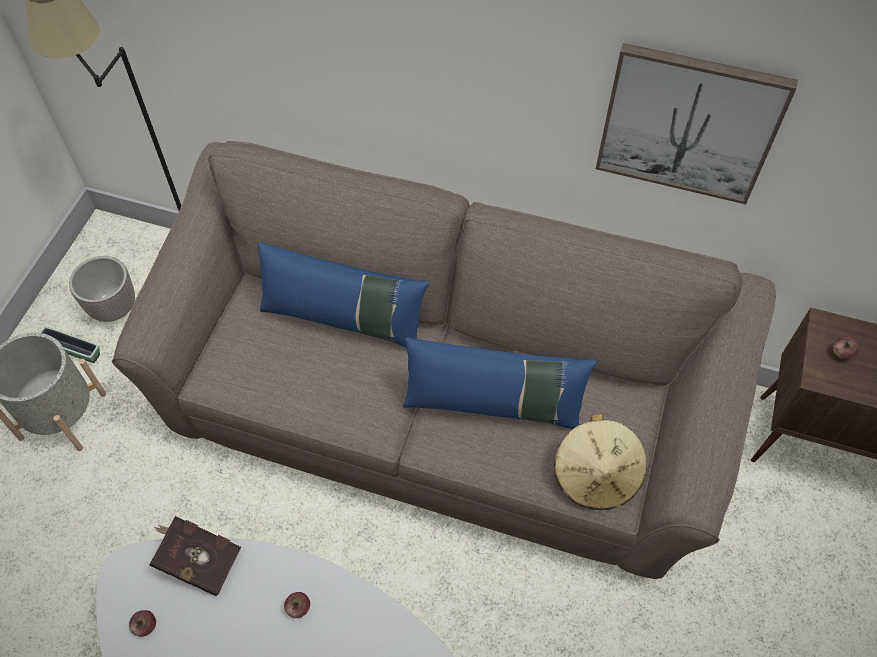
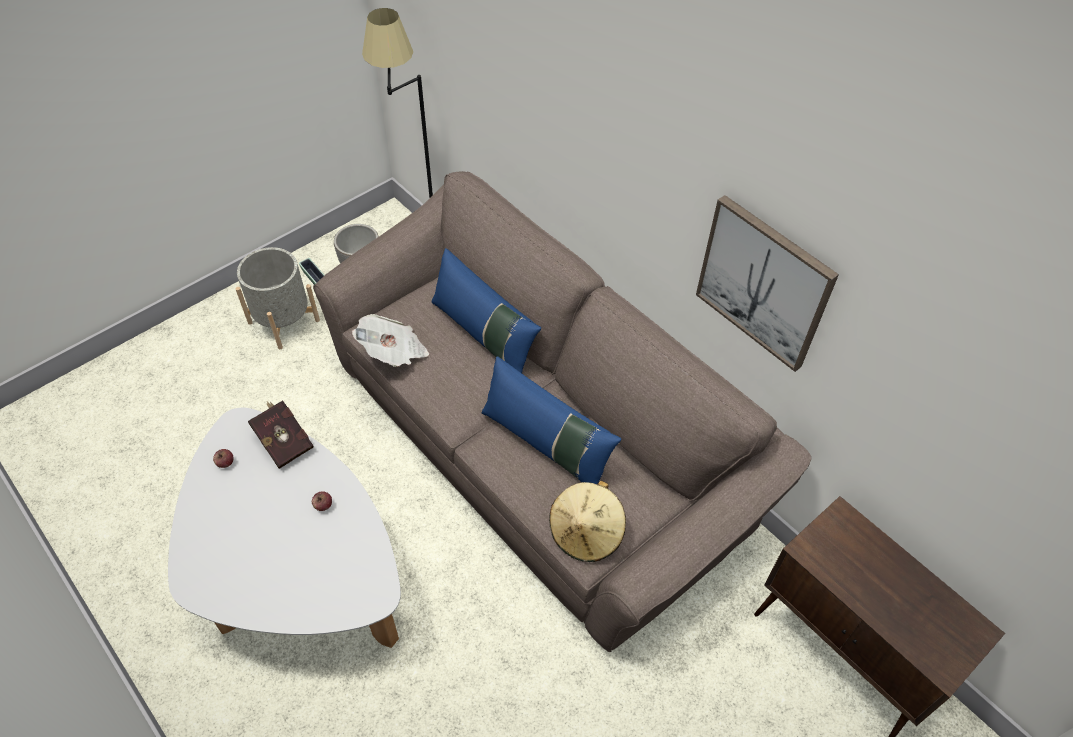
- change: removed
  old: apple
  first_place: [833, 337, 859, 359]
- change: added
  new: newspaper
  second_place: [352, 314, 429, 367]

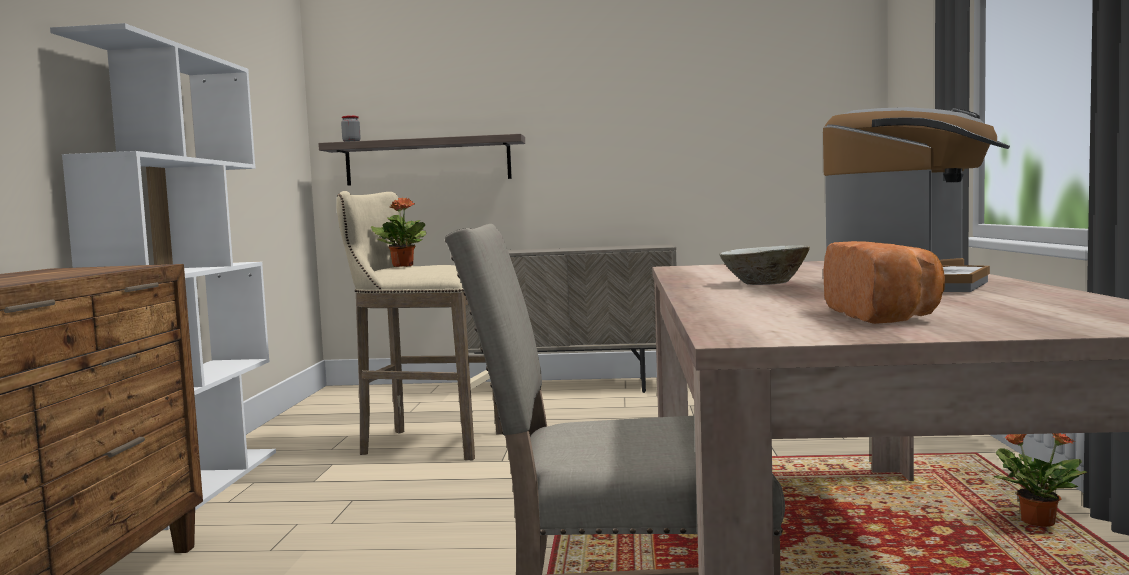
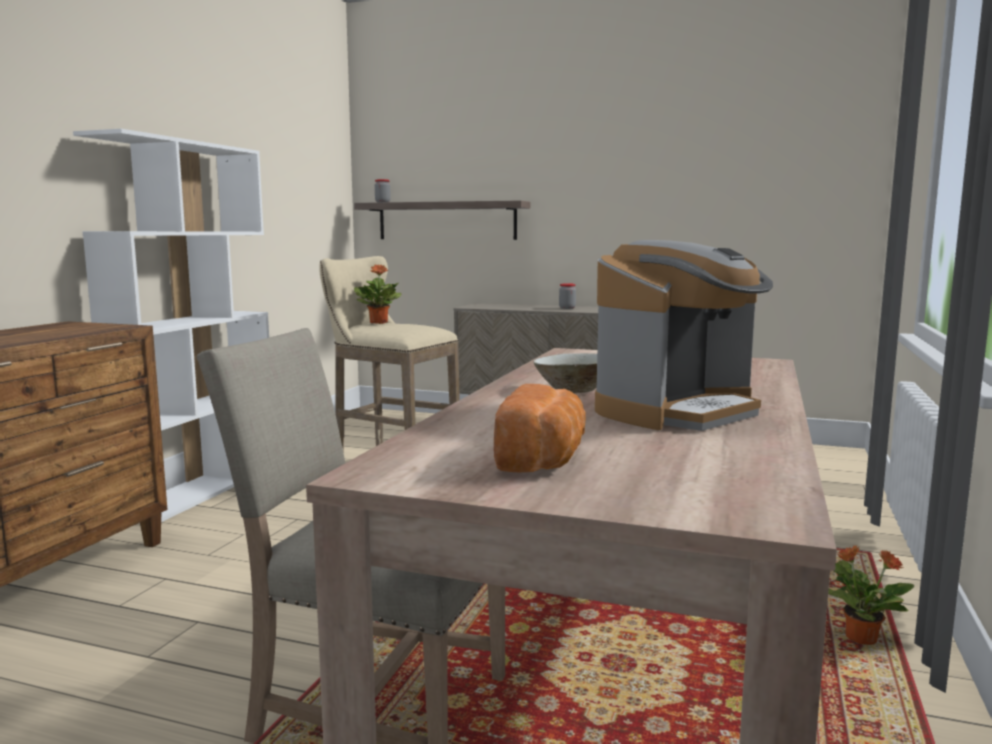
- change: added
  new: jar
  second_place: [559, 283, 576, 309]

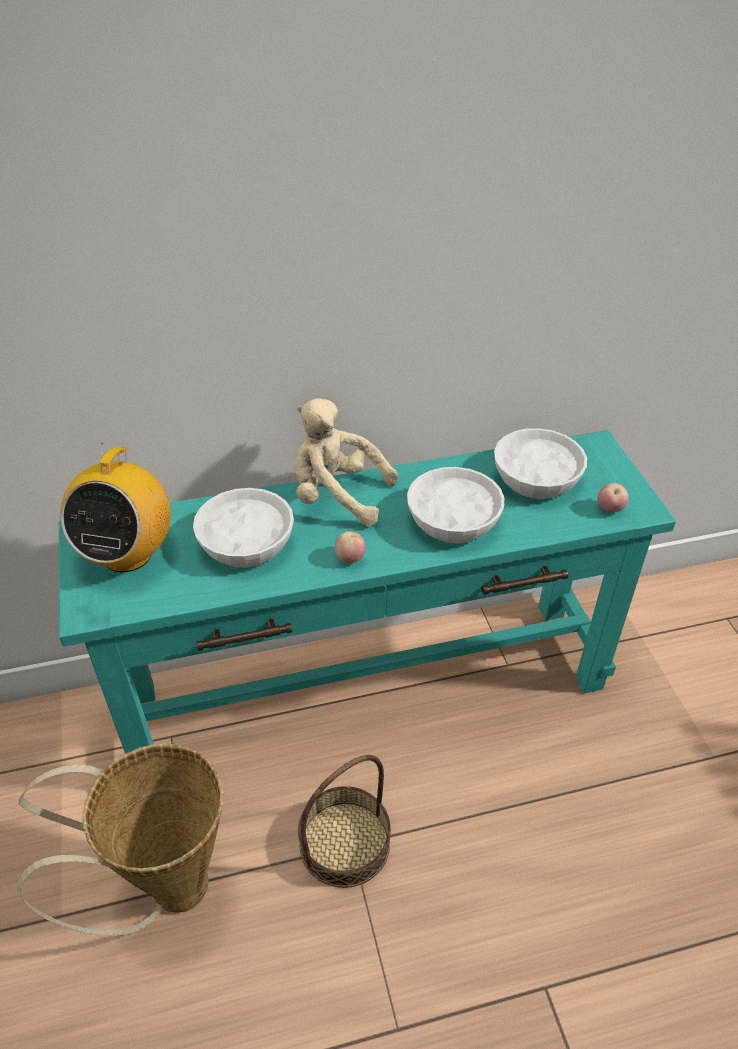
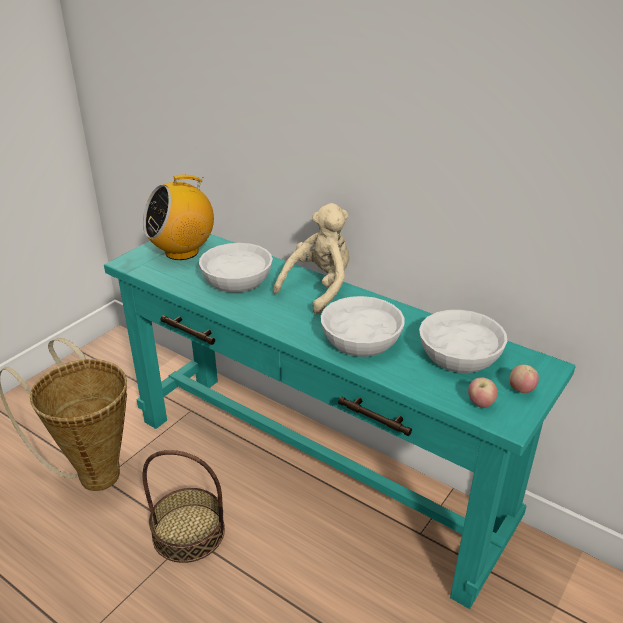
- change: turned
  old: plush toy (beige)
  first_place: [295, 398, 398, 526]
  second_place: [273, 203, 349, 314]
  degrees: 60
- change: moved
  old: apple
  first_place: [335, 531, 366, 563]
  second_place: [509, 365, 539, 393]

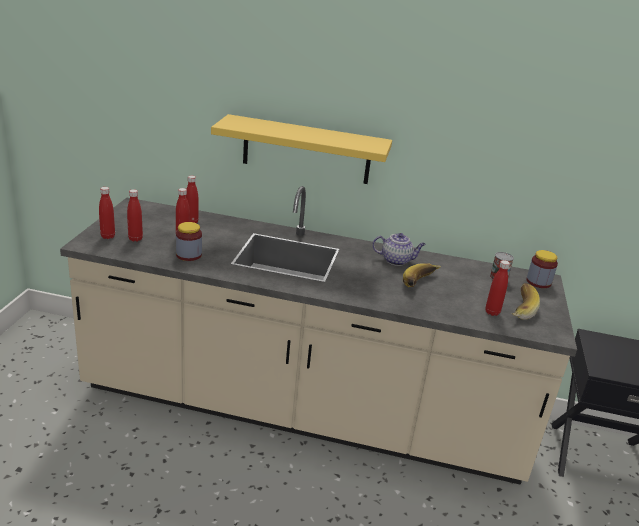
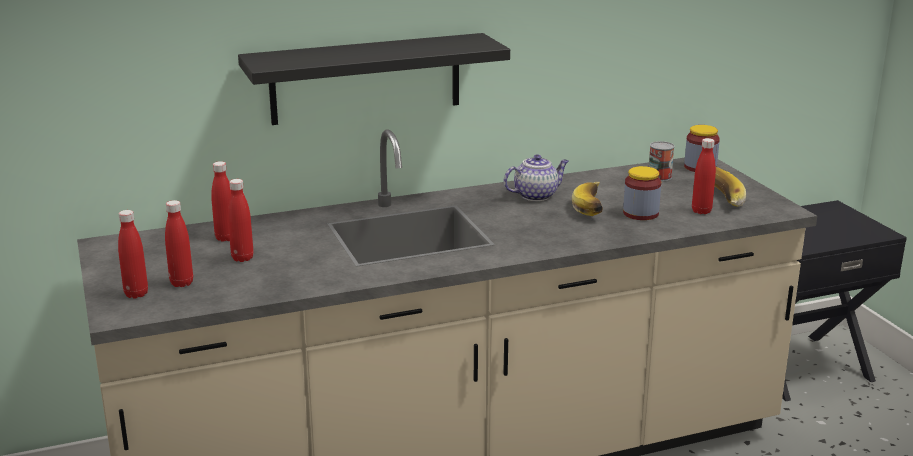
- change: recoloured
  old: shelf (yellow)
  new: shelf (black)
  first_place: [211, 114, 392, 184]
  second_place: [238, 33, 510, 125]
- change: moved
  old: jar
  first_place: [176, 222, 202, 261]
  second_place: [623, 166, 661, 220]

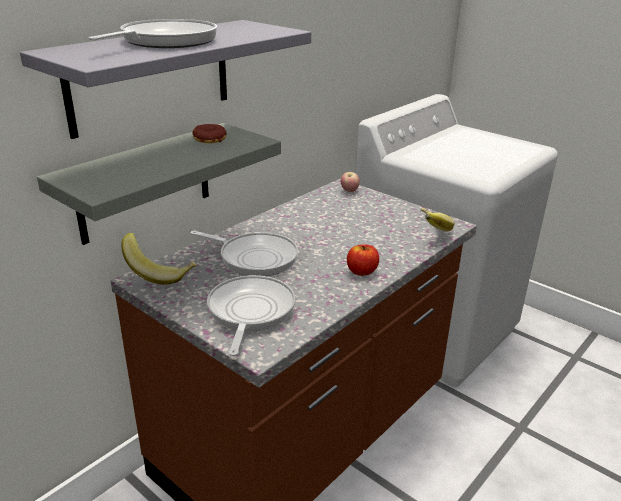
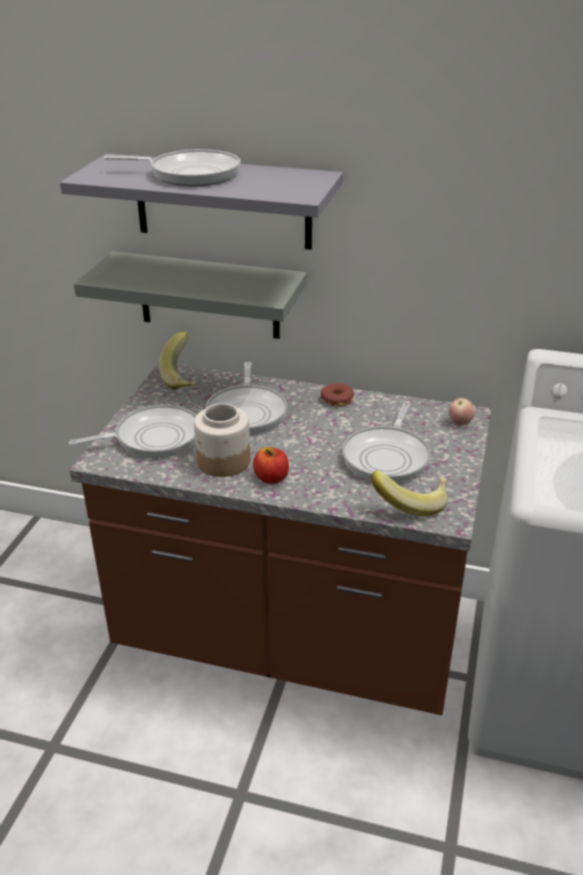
- change: moved
  old: donut
  first_place: [193, 124, 227, 143]
  second_place: [321, 383, 354, 407]
- change: added
  new: frying pan
  second_place: [342, 402, 431, 483]
- change: added
  new: jar
  second_place: [194, 403, 250, 477]

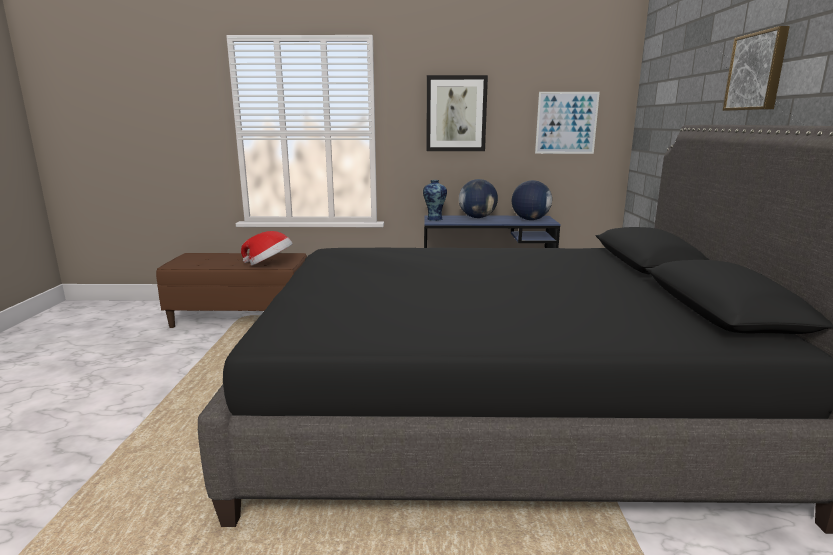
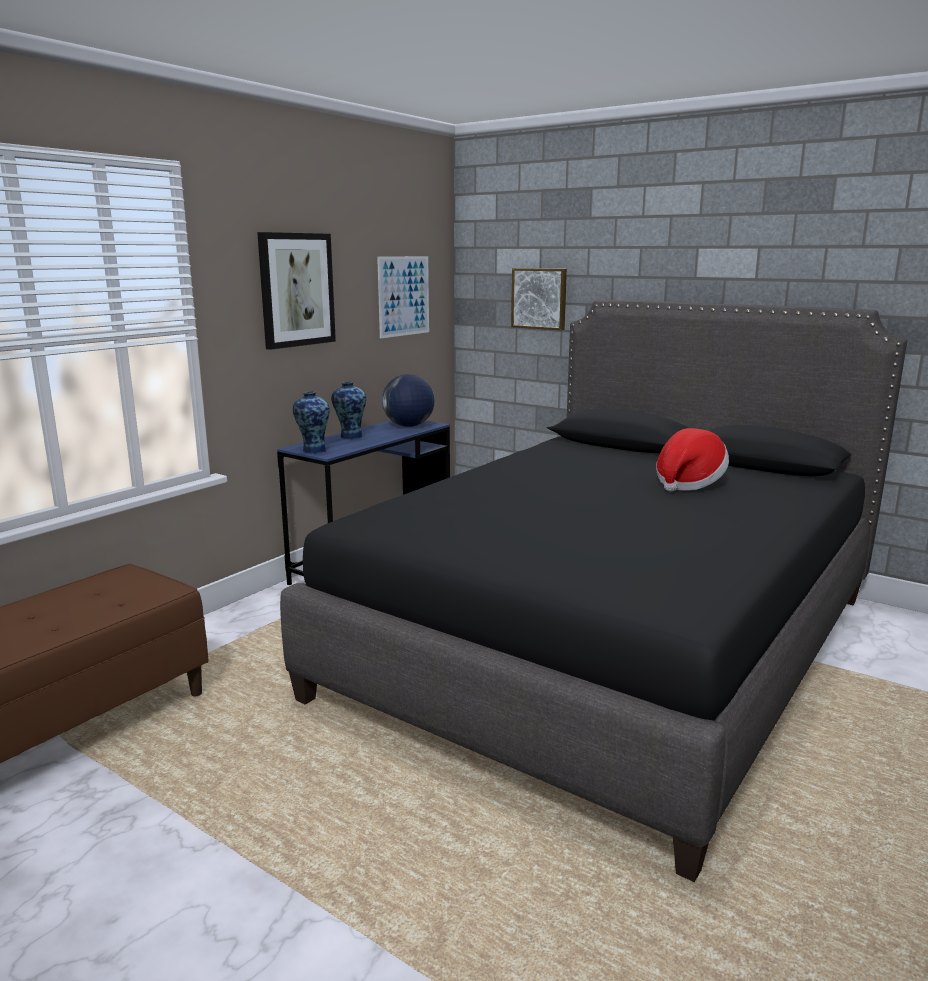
- change: moved
  old: picture
  first_place: [723, 26, 790, 111]
  second_place: [511, 268, 567, 330]
- change: replaced
  old: globe
  new: vase
  first_place: [459, 179, 498, 218]
  second_place: [331, 381, 366, 439]
- change: moved
  old: hat
  first_place: [241, 231, 293, 265]
  second_place: [656, 428, 729, 492]

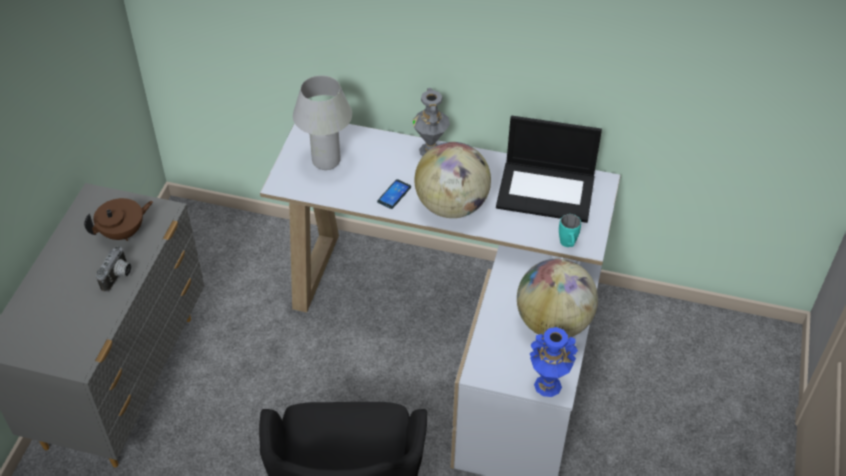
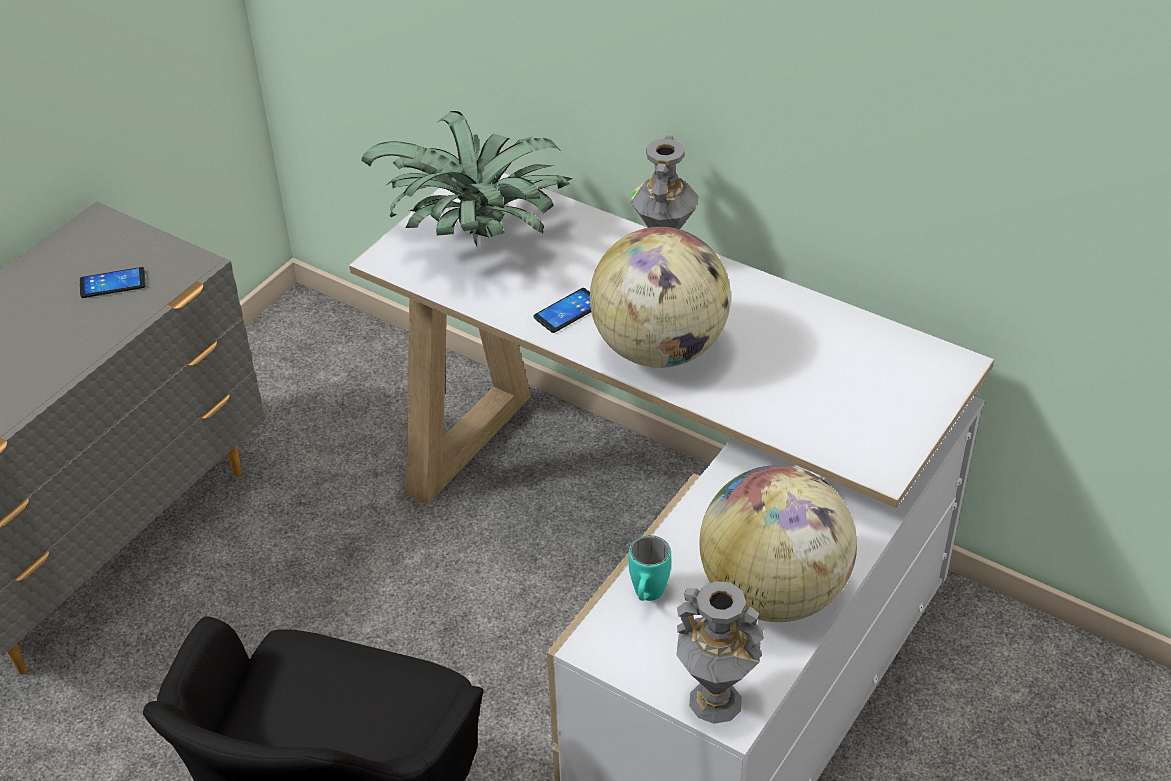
- change: replaced
  old: table lamp (white)
  new: potted plant
  first_place: [293, 75, 352, 170]
  second_place: [361, 111, 572, 246]
- change: removed
  old: laptop
  first_place: [496, 116, 602, 223]
- change: replaced
  old: teapot (brown)
  new: phone
  first_place: [84, 198, 153, 241]
  second_place: [80, 267, 146, 298]
- change: moved
  old: mug (turquoise)
  first_place: [559, 214, 581, 247]
  second_place: [629, 535, 671, 601]
- change: removed
  old: photo camera
  first_place: [96, 246, 132, 292]
- change: recoloured
  old: vase (blue)
  new: vase (grey)
  first_place: [530, 327, 578, 397]
  second_place: [676, 581, 764, 724]

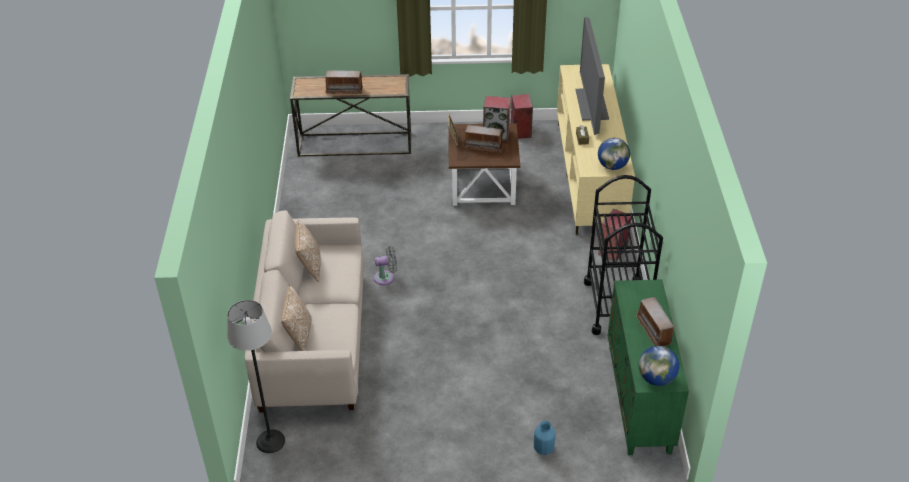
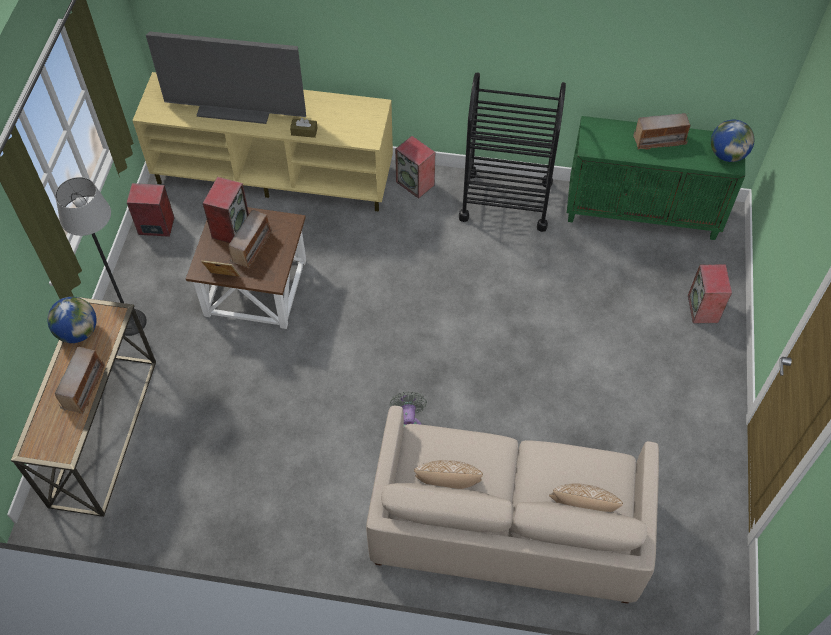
- change: moved
  old: globe
  first_place: [598, 138, 630, 170]
  second_place: [47, 297, 97, 343]
- change: moved
  old: floor lamp
  first_place: [227, 300, 285, 453]
  second_place: [55, 177, 147, 336]
- change: replaced
  old: vase (blue)
  new: speaker
  first_place: [534, 421, 555, 455]
  second_place: [688, 264, 732, 323]

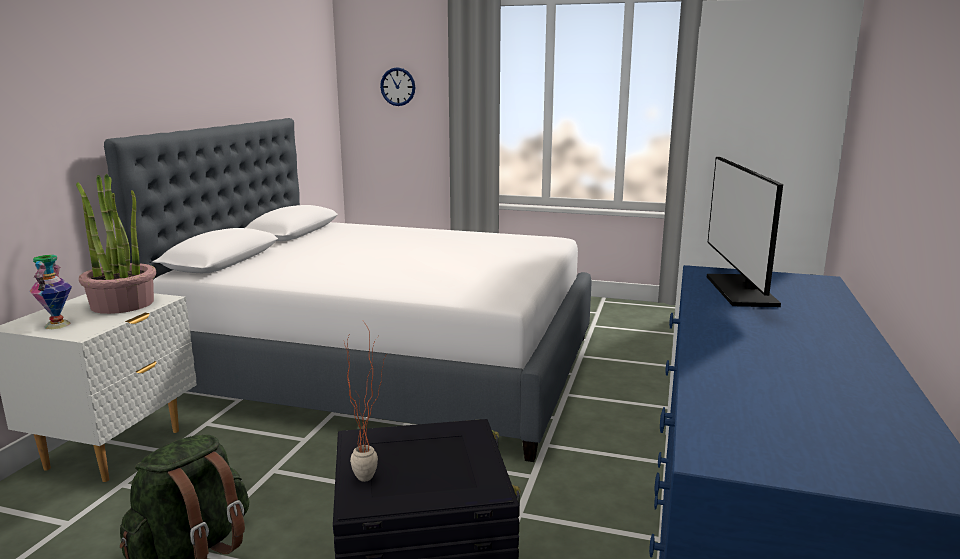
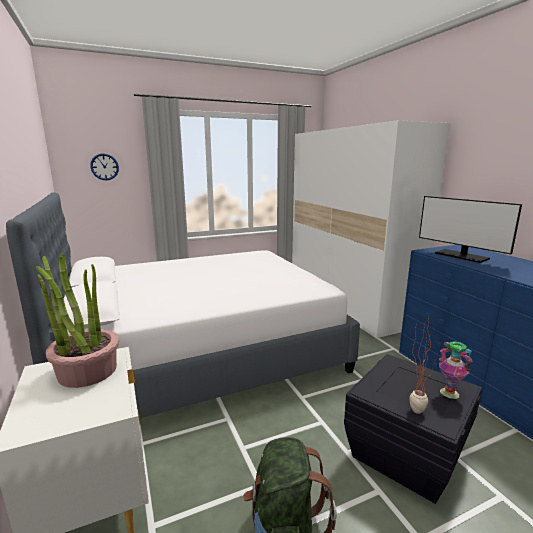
- change: moved
  old: vase
  first_place: [30, 255, 72, 329]
  second_place: [439, 342, 473, 399]

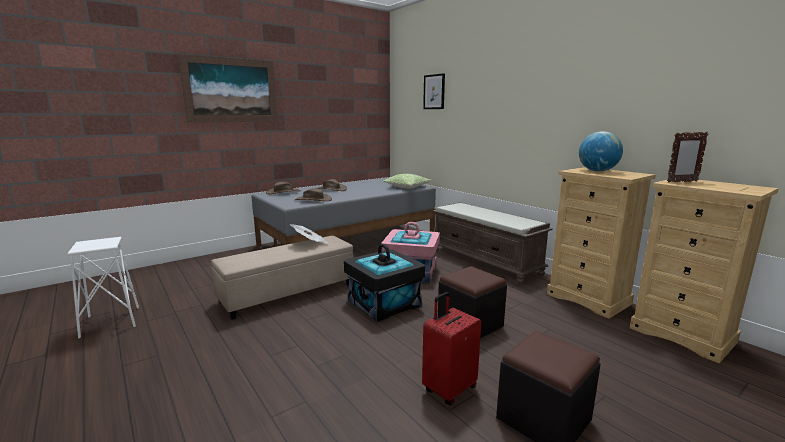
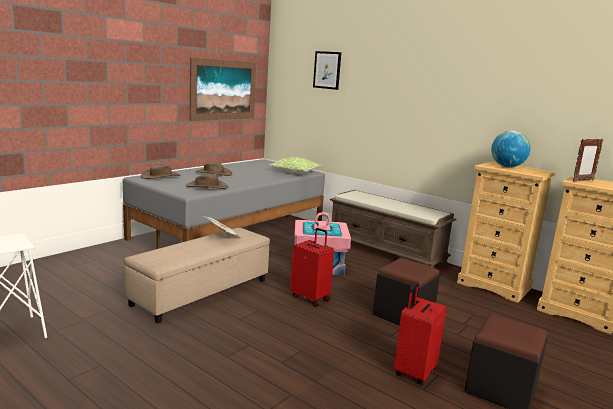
- change: moved
  old: picture
  first_place: [178, 54, 278, 123]
  second_place: [190, 58, 256, 121]
- change: replaced
  old: storage box (black)
  new: suitcase (red)
  first_place: [344, 244, 425, 322]
  second_place: [290, 228, 334, 307]

